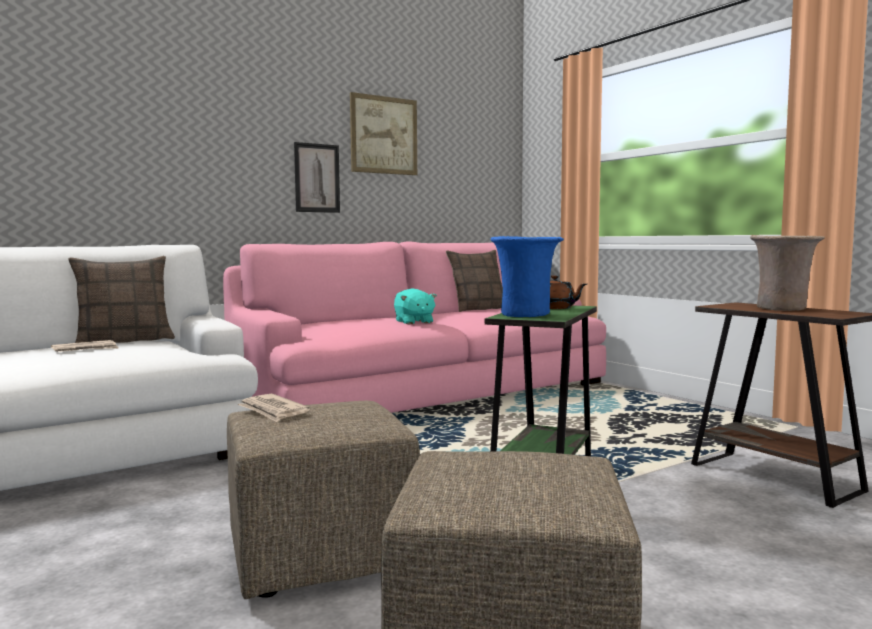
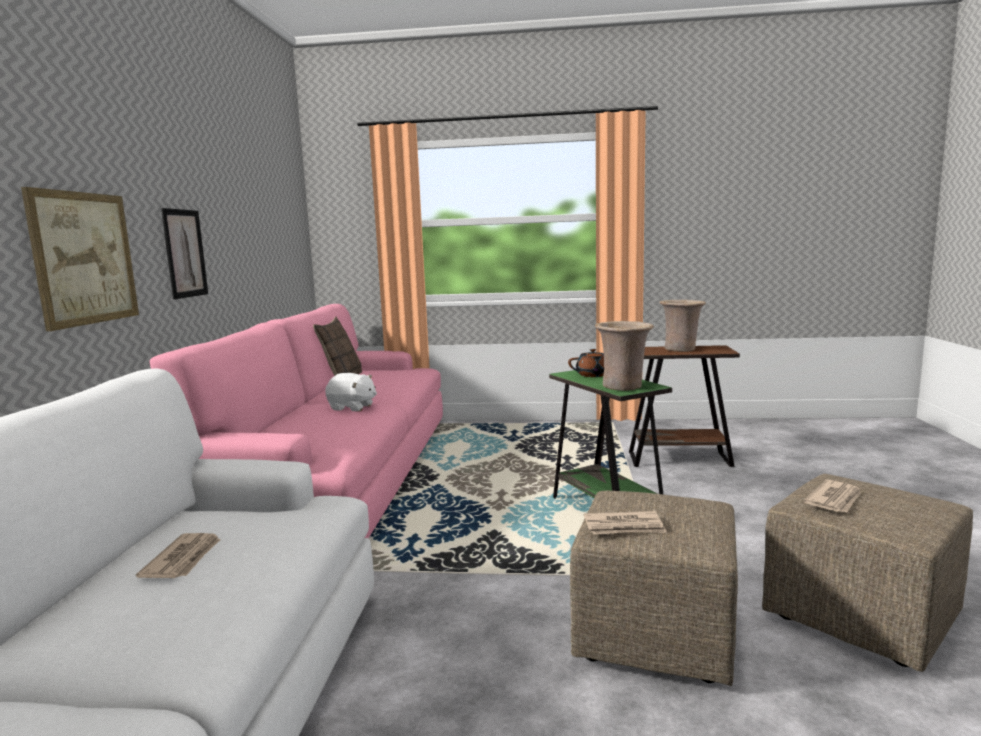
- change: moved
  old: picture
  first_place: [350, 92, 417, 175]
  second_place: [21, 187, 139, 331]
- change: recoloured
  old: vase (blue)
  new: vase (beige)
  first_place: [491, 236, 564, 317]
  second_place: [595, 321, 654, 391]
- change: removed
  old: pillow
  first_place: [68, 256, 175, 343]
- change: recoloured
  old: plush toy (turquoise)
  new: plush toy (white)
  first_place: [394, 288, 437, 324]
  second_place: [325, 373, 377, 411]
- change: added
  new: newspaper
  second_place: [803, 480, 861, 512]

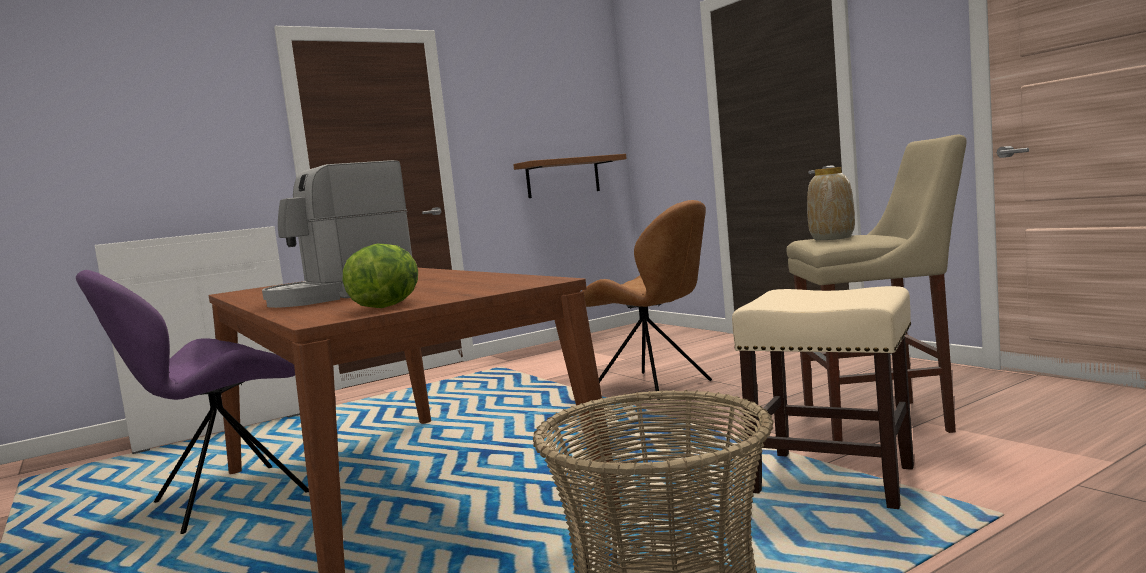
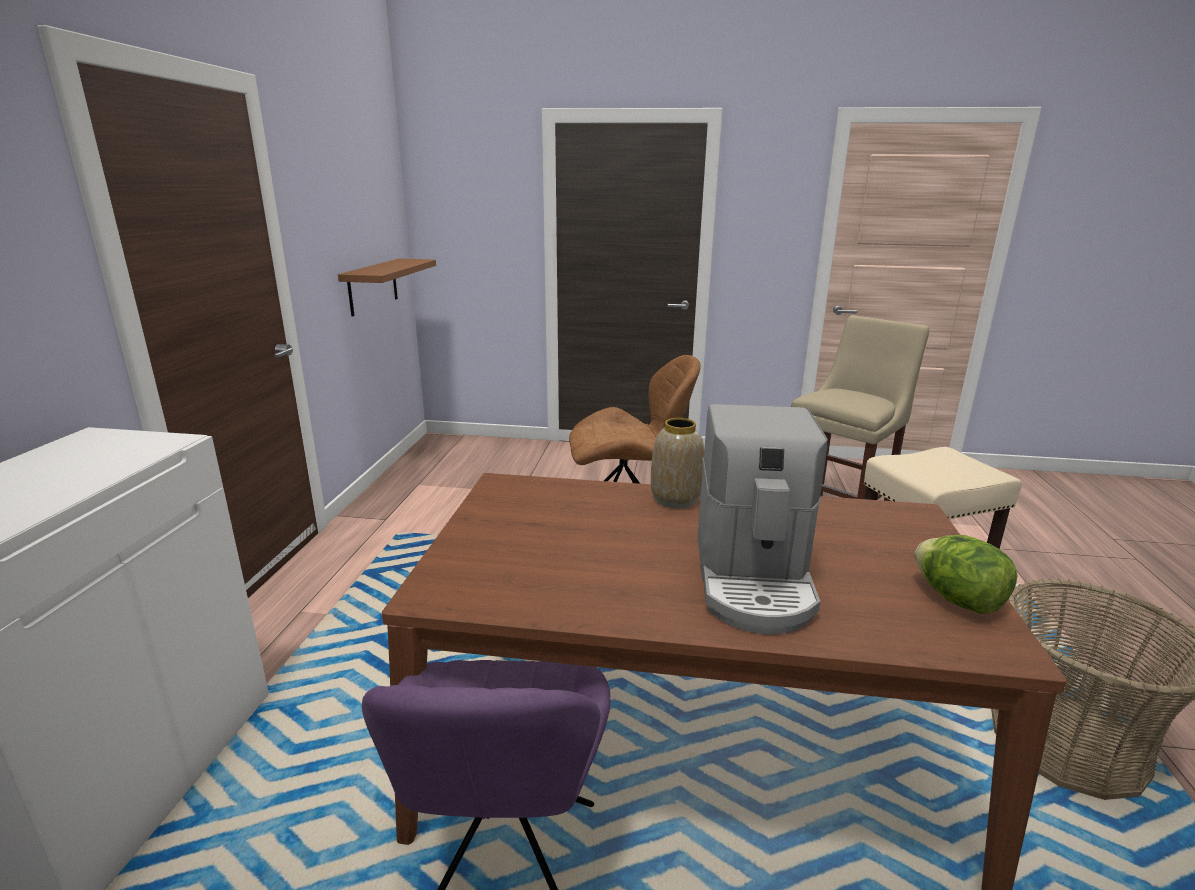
- change: moved
  old: vase
  first_place: [807, 167, 855, 240]
  second_place: [651, 418, 704, 509]

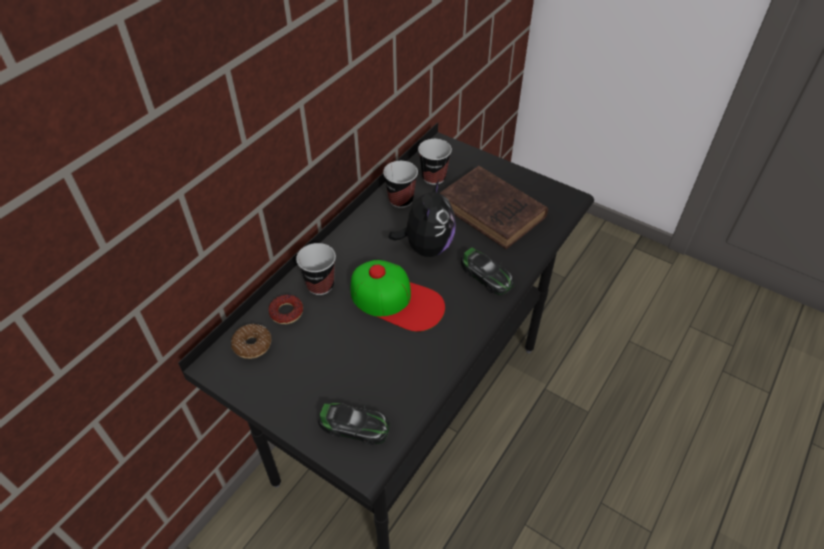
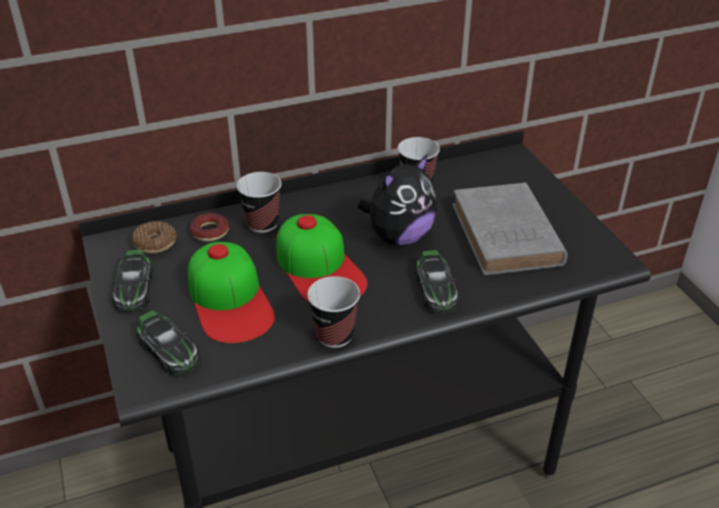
- change: moved
  old: cup
  first_place: [418, 139, 452, 185]
  second_place: [307, 276, 360, 348]
- change: recoloured
  old: book (brown)
  new: book (grey)
  first_place: [439, 166, 548, 249]
  second_place: [452, 182, 568, 275]
- change: added
  new: cap
  second_place: [188, 242, 275, 344]
- change: added
  new: toy car
  second_place: [111, 250, 154, 313]

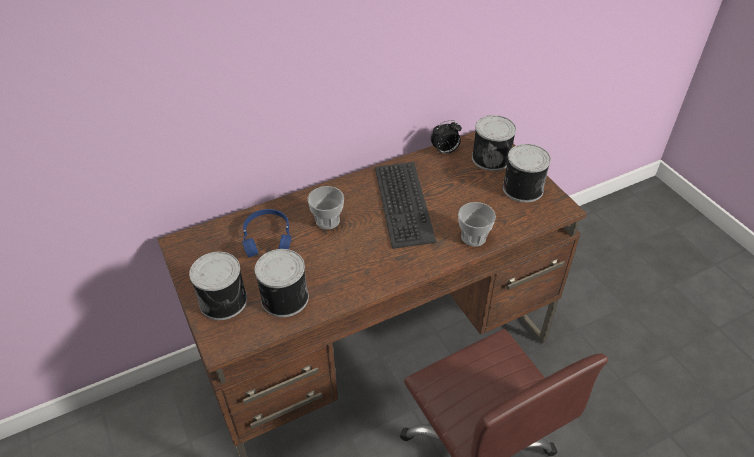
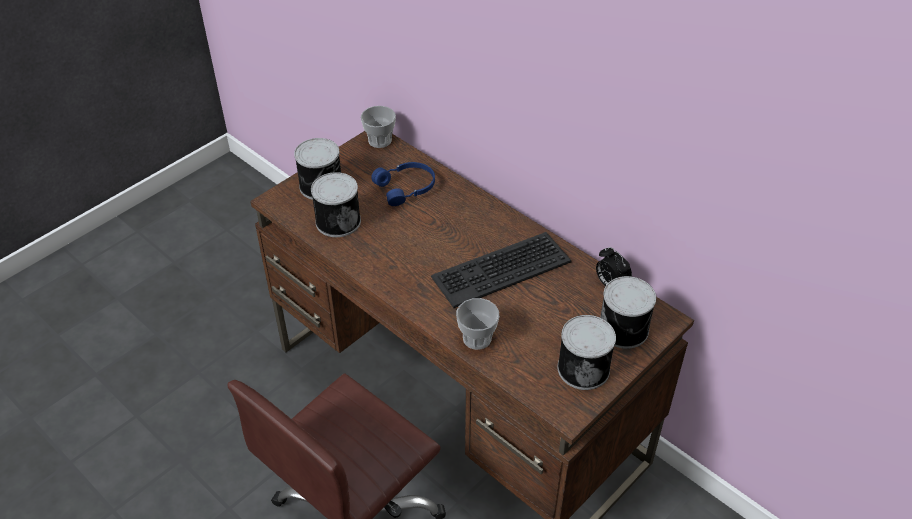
- change: moved
  old: cup
  first_place: [308, 186, 344, 230]
  second_place: [361, 106, 396, 148]

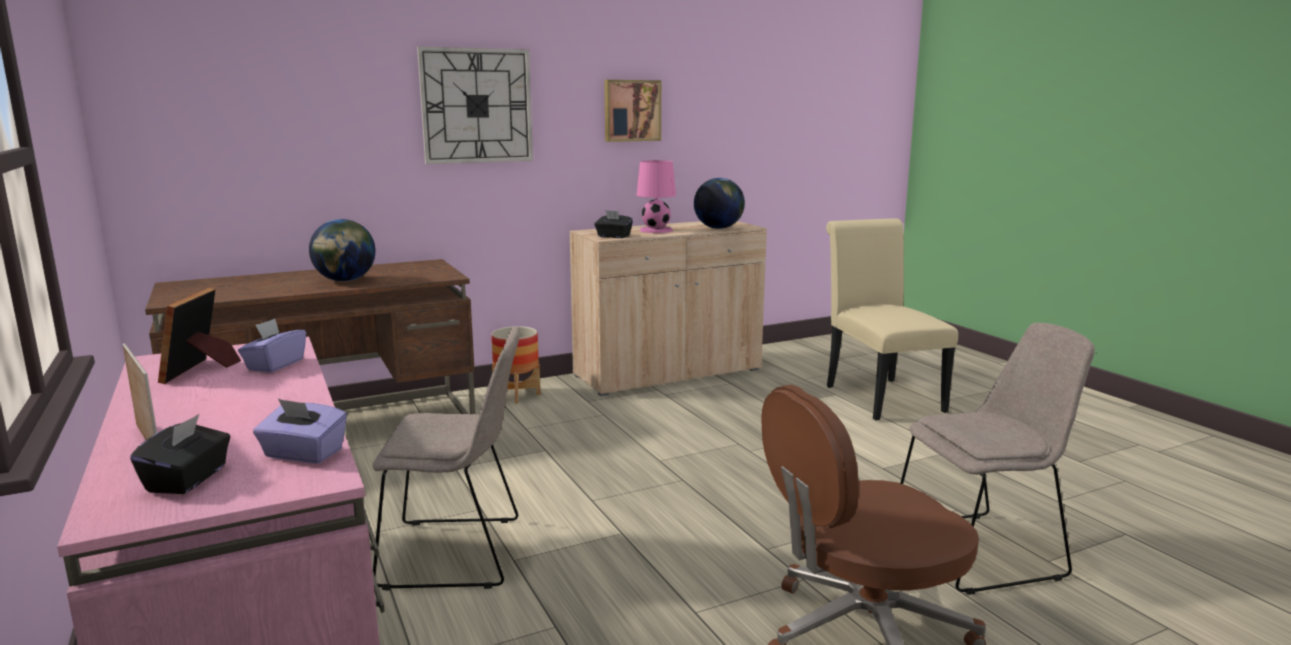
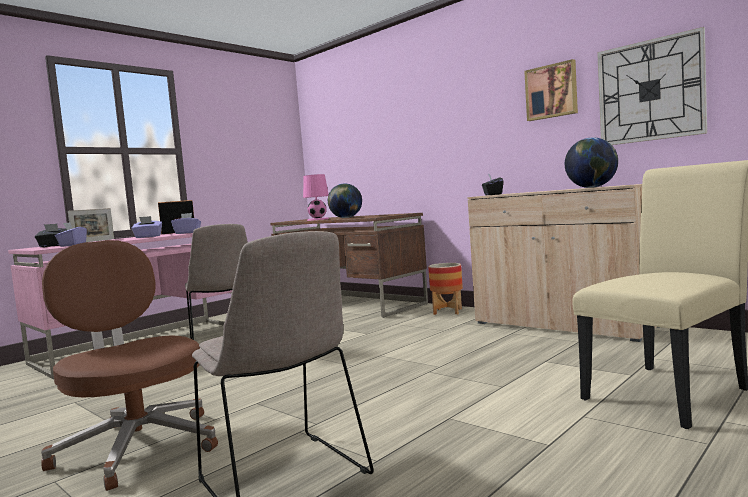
- change: moved
  old: wall clock
  first_place: [417, 46, 533, 164]
  second_place: [597, 27, 707, 145]
- change: moved
  old: table lamp (pink)
  first_place: [637, 160, 676, 233]
  second_place: [303, 174, 329, 221]
- change: added
  new: tissue box (purple)
  second_place: [131, 216, 162, 238]

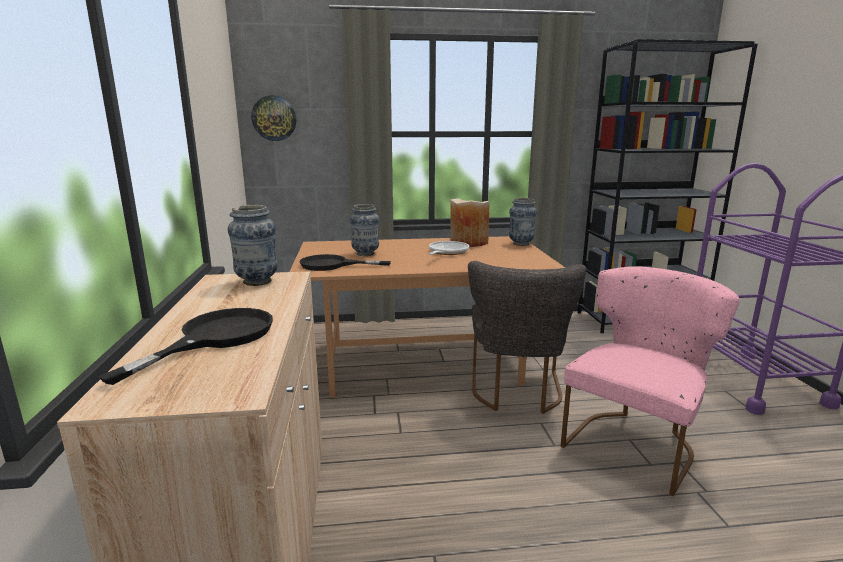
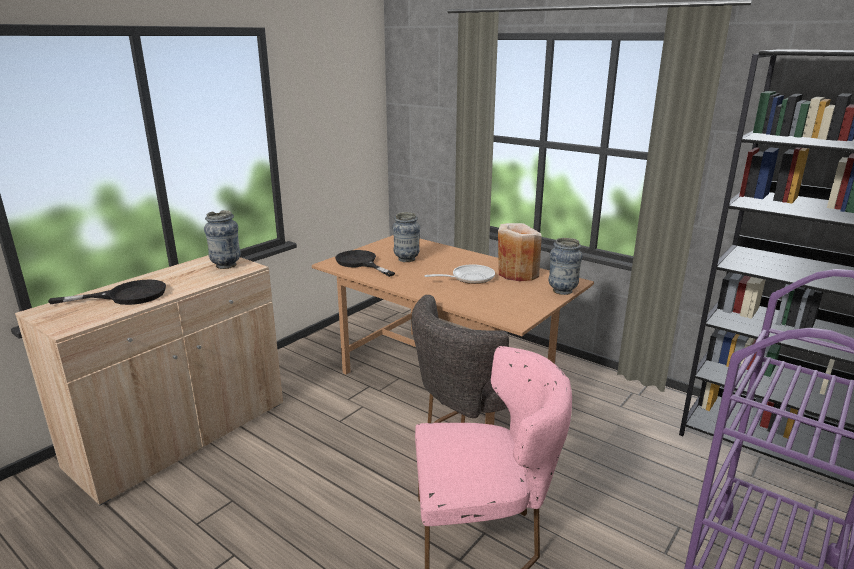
- change: removed
  old: wall clock
  first_place: [251, 95, 296, 141]

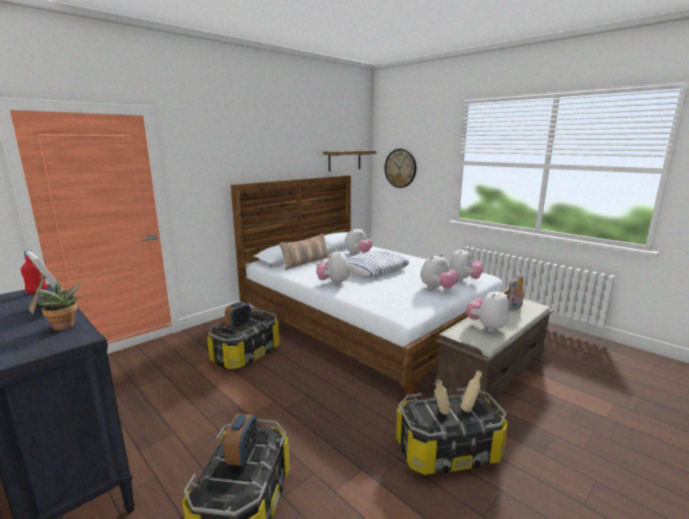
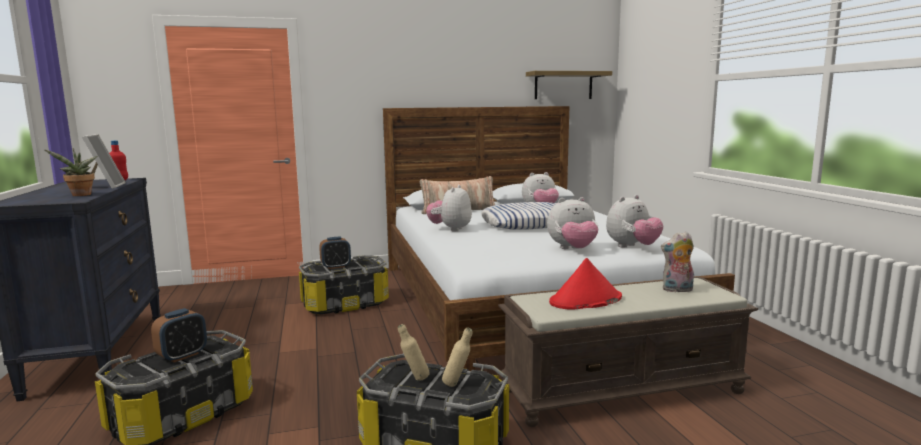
- change: removed
  old: wall clock
  first_place: [385, 149, 416, 188]
- change: replaced
  old: plush toy
  new: hat (red)
  first_place: [466, 289, 510, 332]
  second_place: [549, 258, 622, 310]

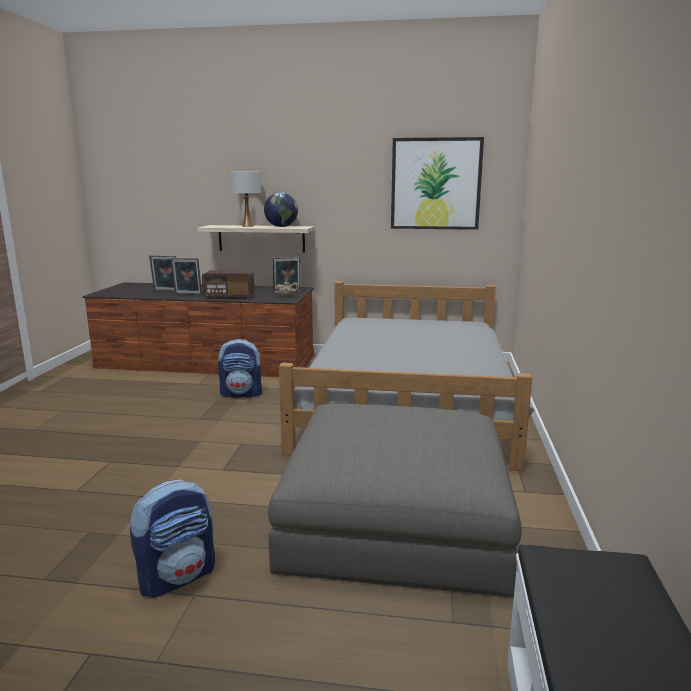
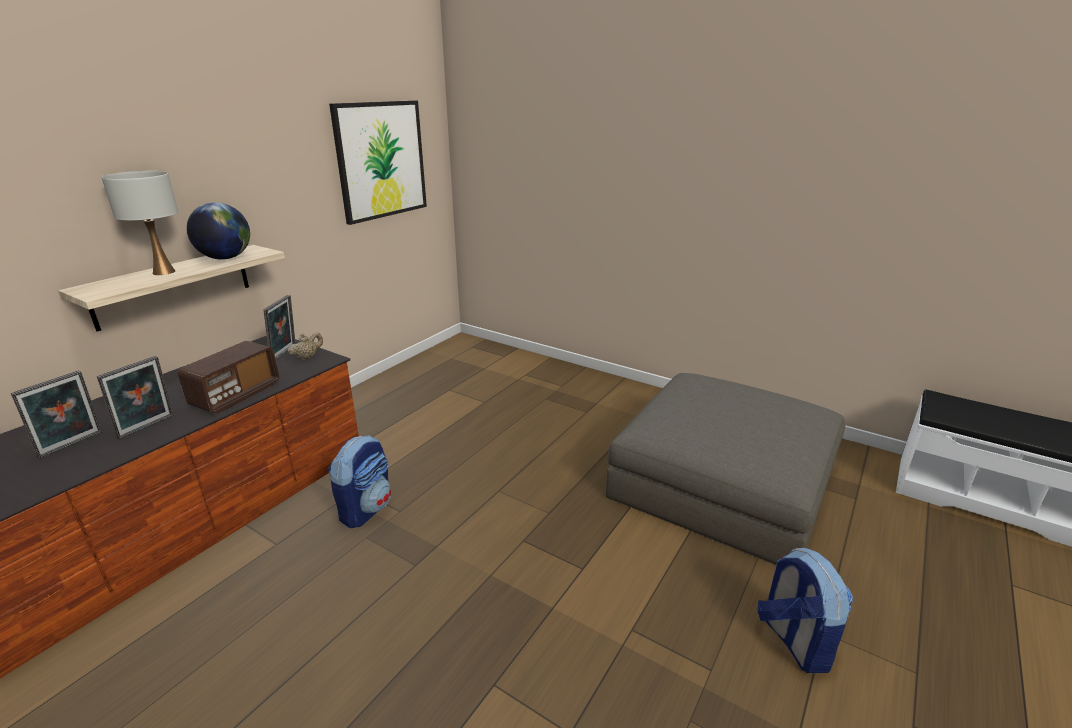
- change: removed
  old: bed (grey)
  first_place: [279, 281, 535, 471]

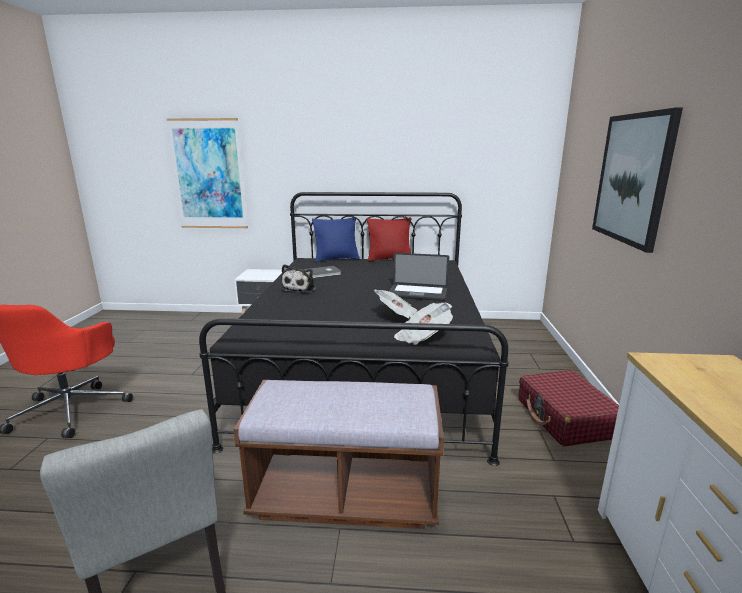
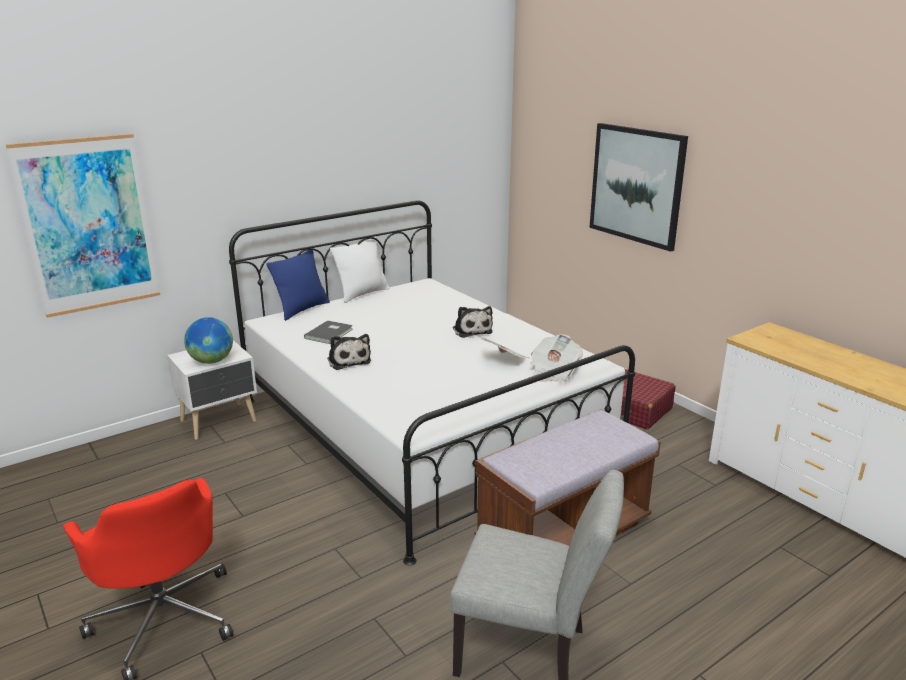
- change: recoloured
  old: bed (black)
  new: bed (white)
  first_place: [199, 192, 508, 466]
  second_place: [229, 200, 635, 565]
- change: recoloured
  old: pillow (red)
  new: pillow (white)
  first_place: [367, 217, 411, 261]
  second_place: [330, 236, 390, 303]
- change: replaced
  old: laptop
  new: plush toy
  first_place: [389, 253, 449, 301]
  second_place: [453, 306, 493, 338]
- change: added
  new: globe
  second_place: [184, 317, 233, 364]

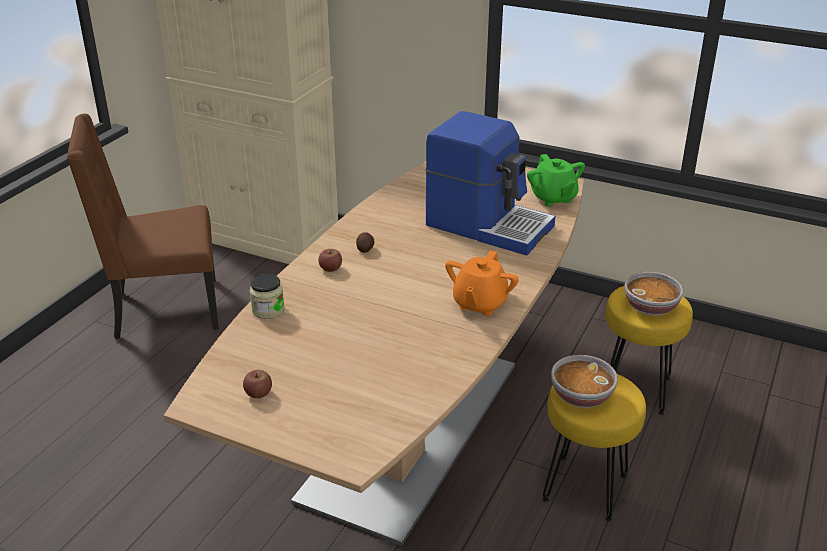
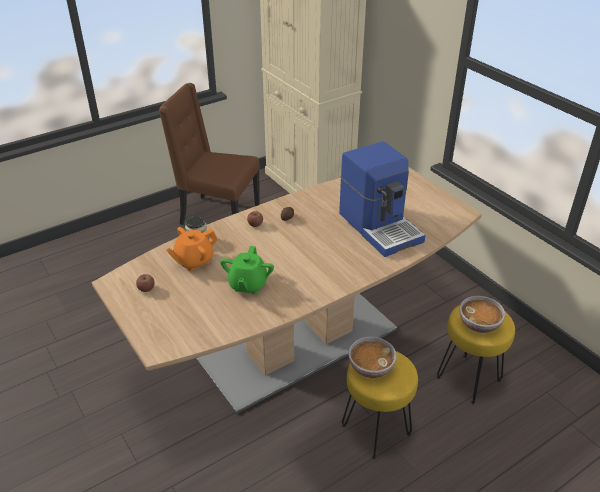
- change: moved
  old: teapot (green)
  first_place: [527, 154, 585, 207]
  second_place: [220, 246, 274, 294]
- change: moved
  old: teapot (orange)
  first_place: [445, 250, 519, 316]
  second_place: [166, 227, 217, 271]

